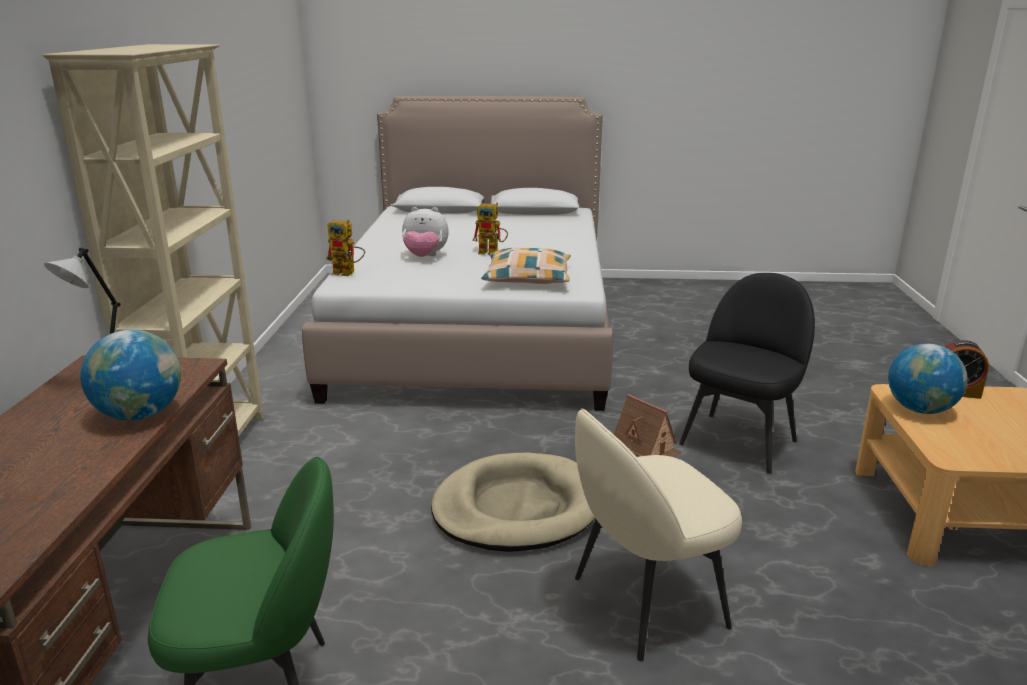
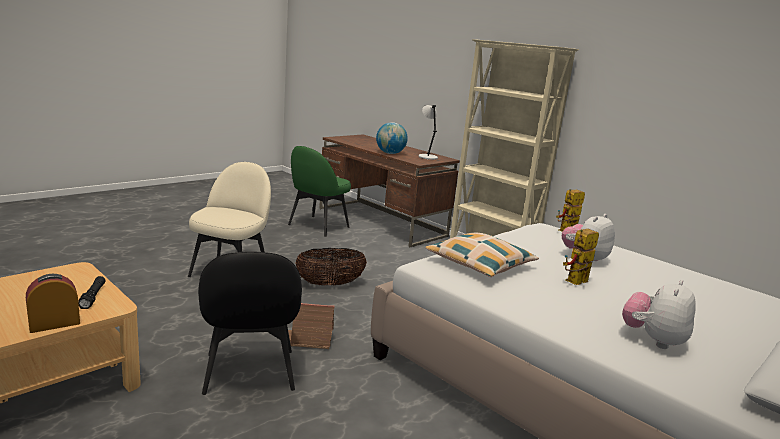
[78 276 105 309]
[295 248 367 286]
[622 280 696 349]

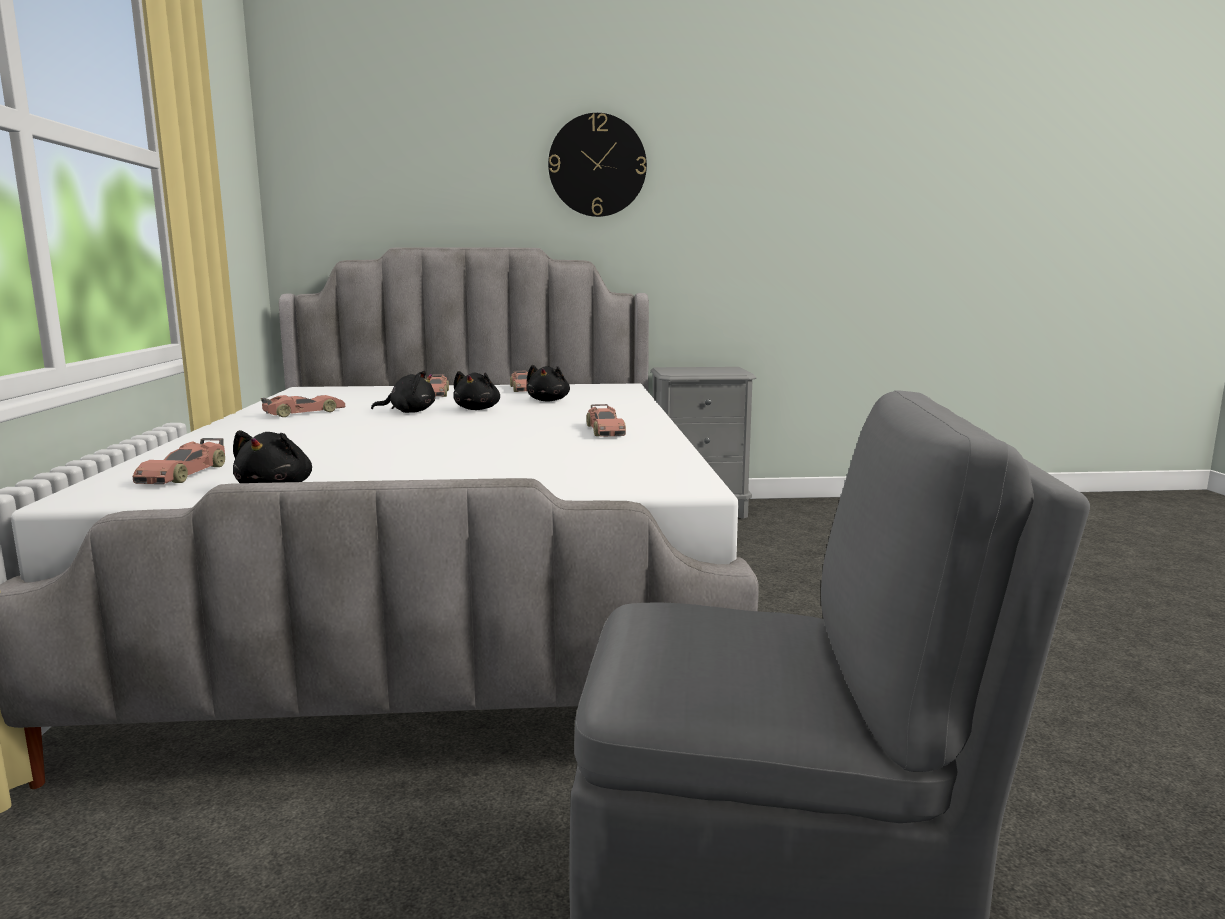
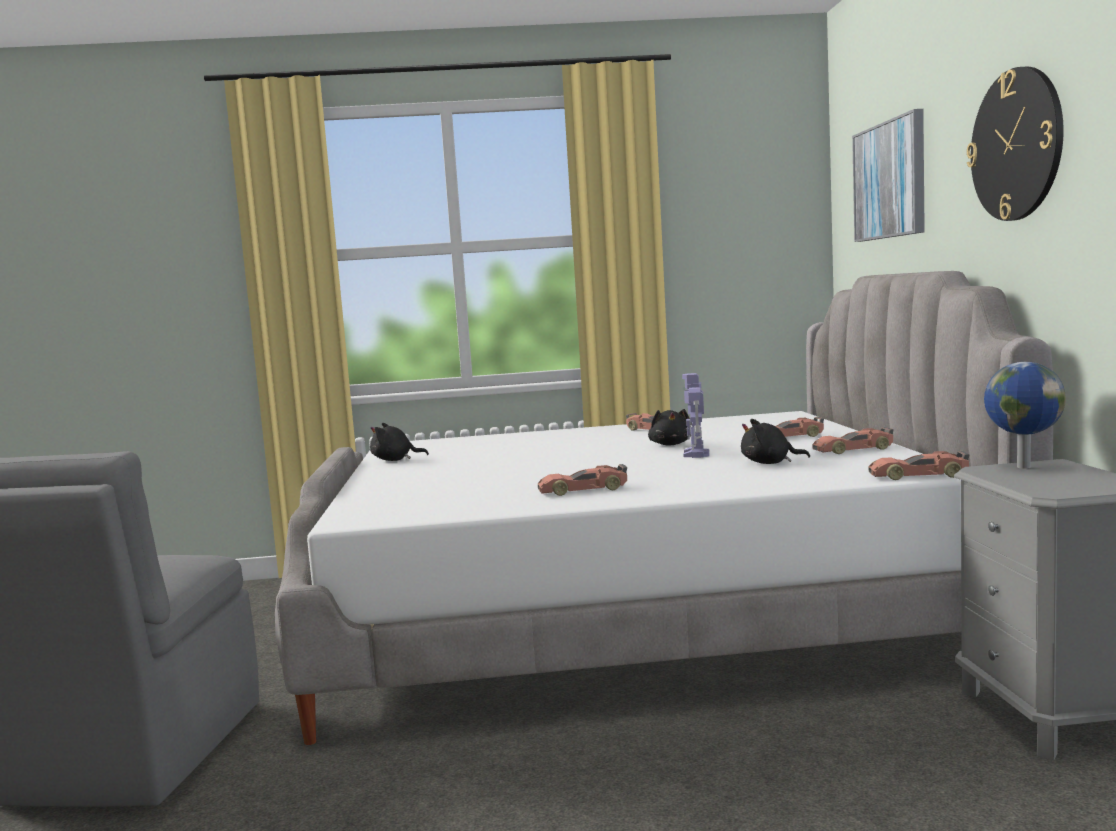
[682 373 709 458]
[869 451 970 480]
[852 109 925 242]
[984 362 1066 469]

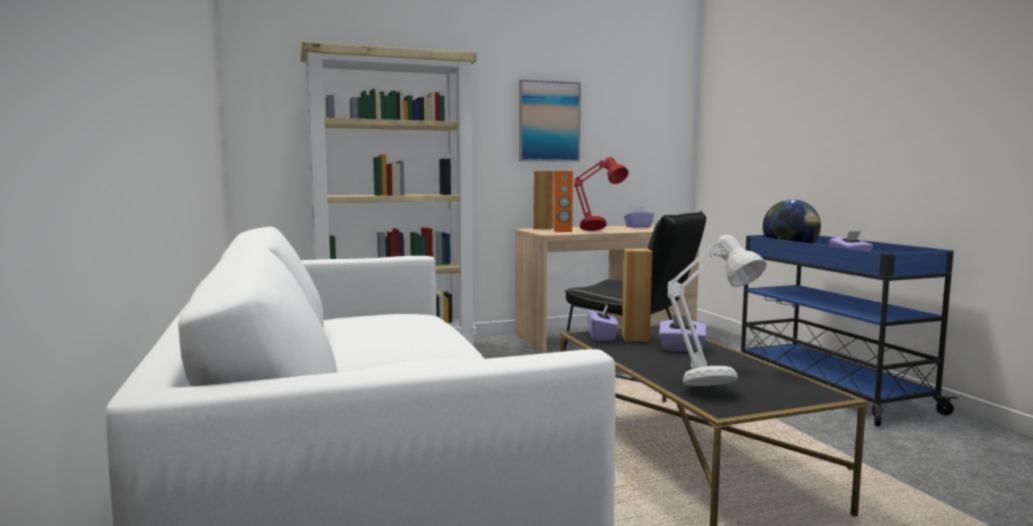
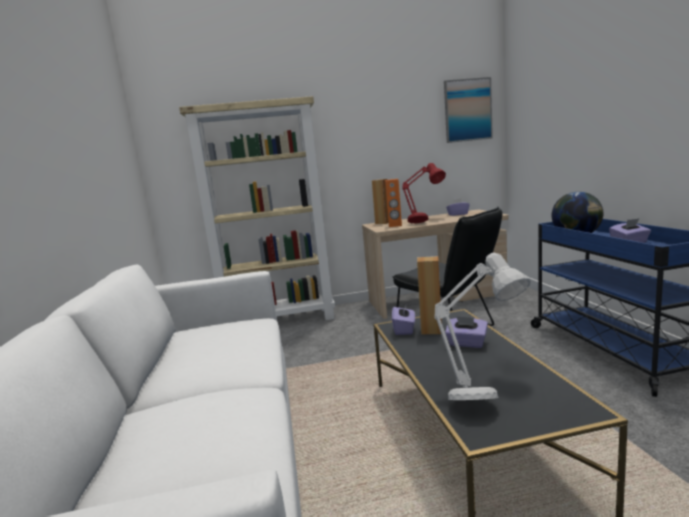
[444 77 493 143]

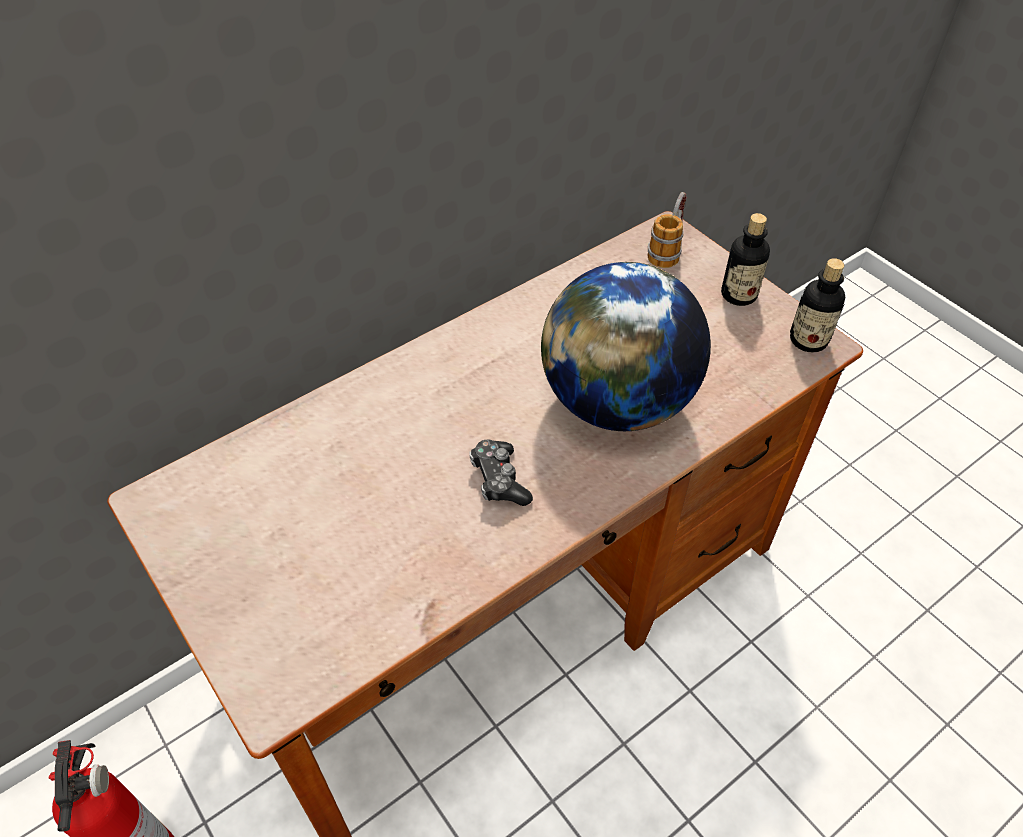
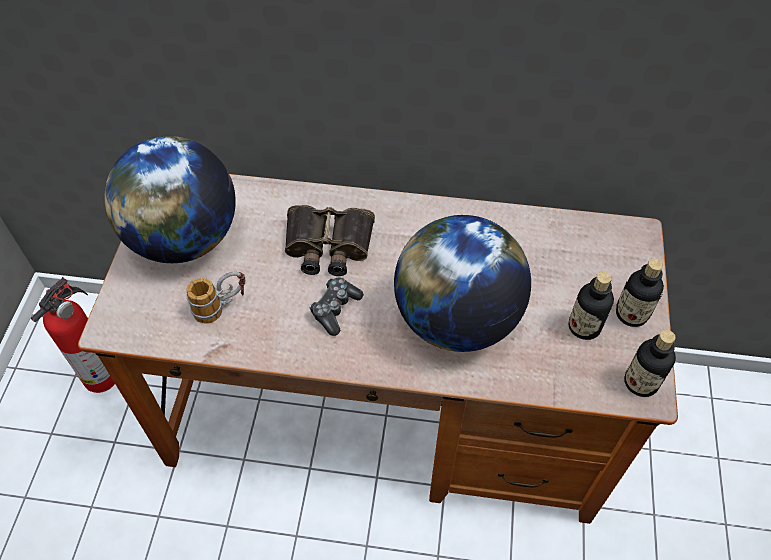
[187 272 246 323]
[104 136 236 263]
[285 205 375 276]
[569 272 614 340]

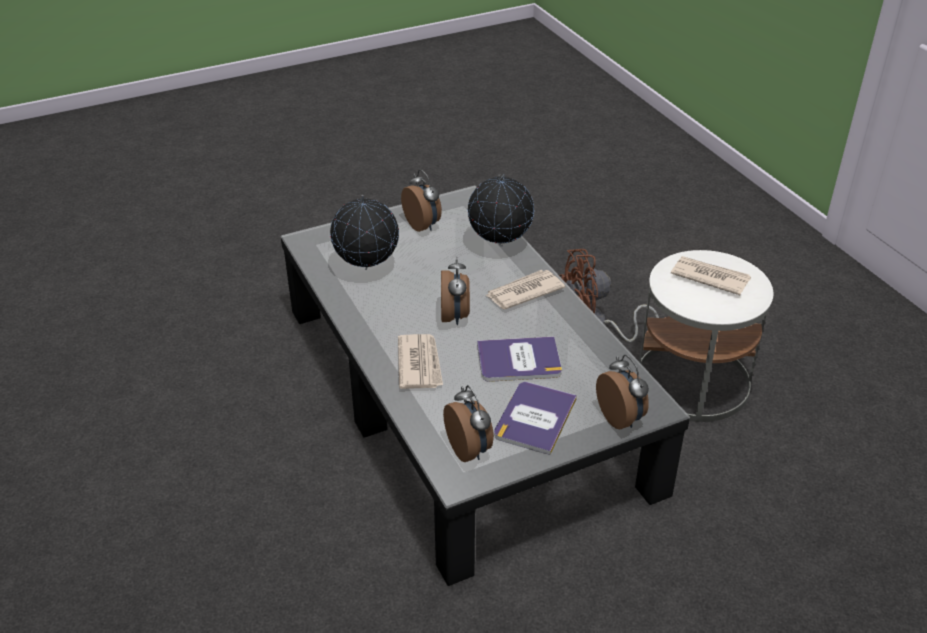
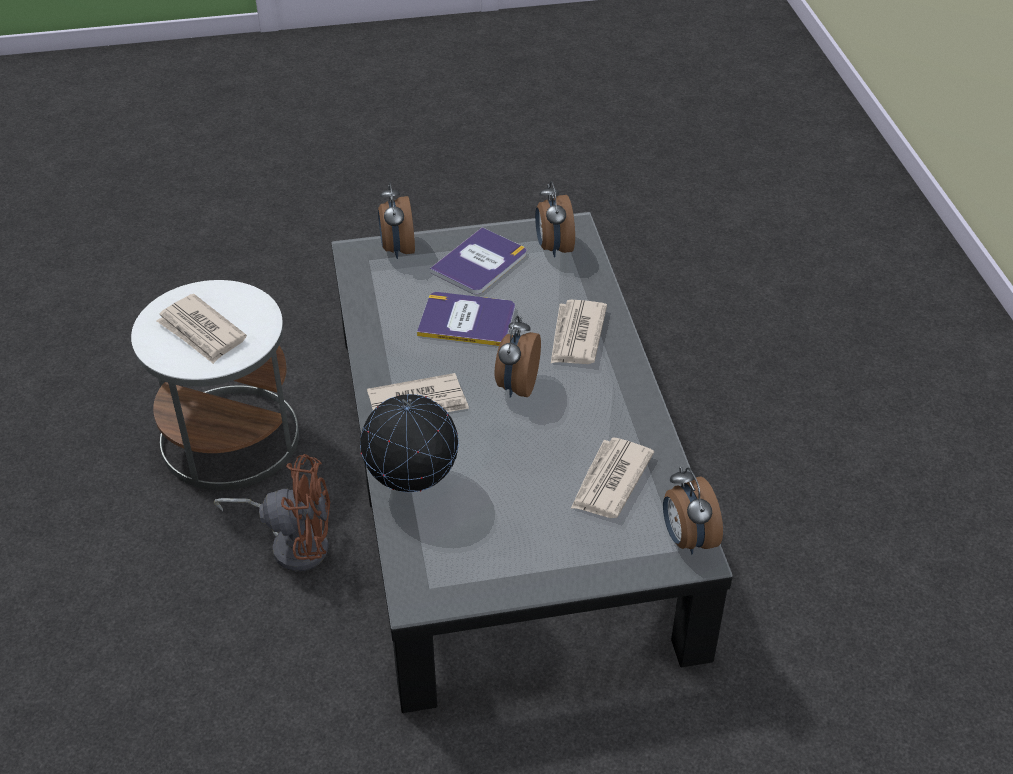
[663 467 723 554]
[571 438 654 518]

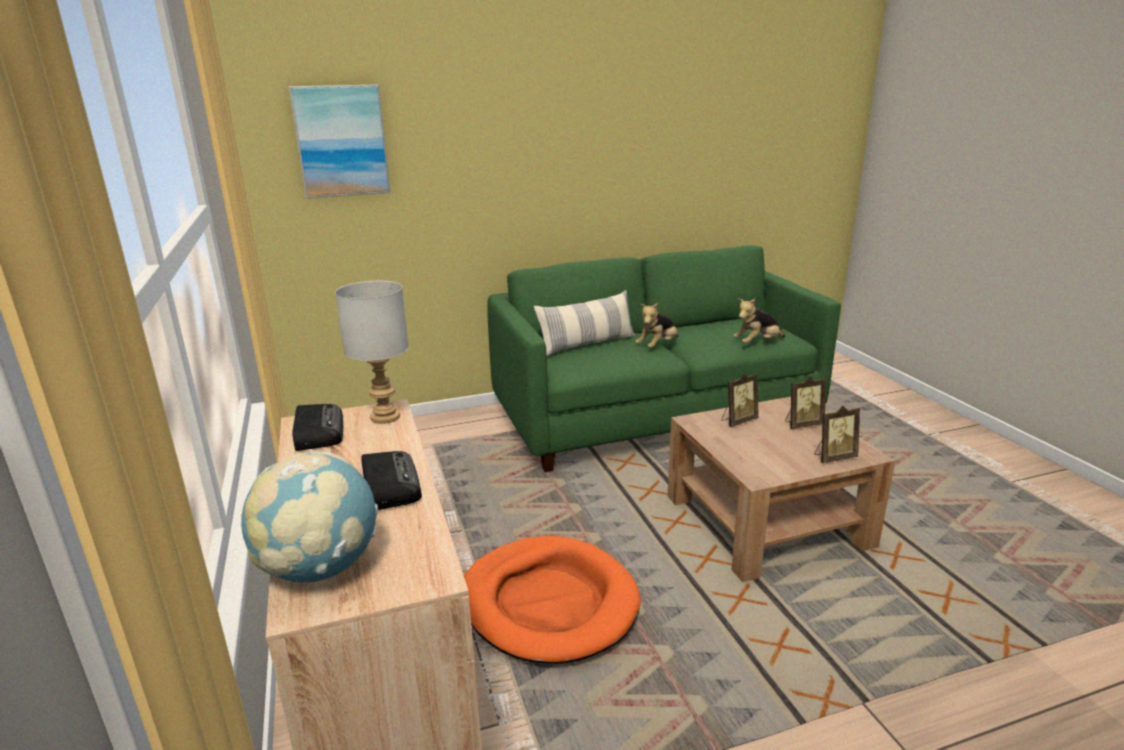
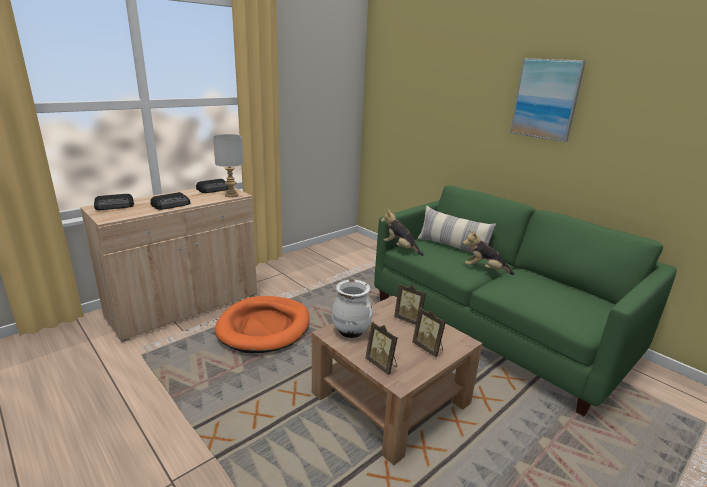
[510 58 586 142]
[381 209 424 256]
[94 194 134 210]
[331 280 373 338]

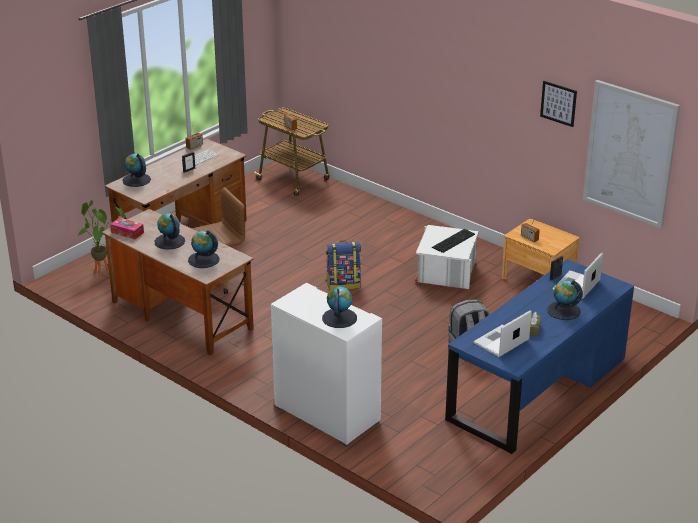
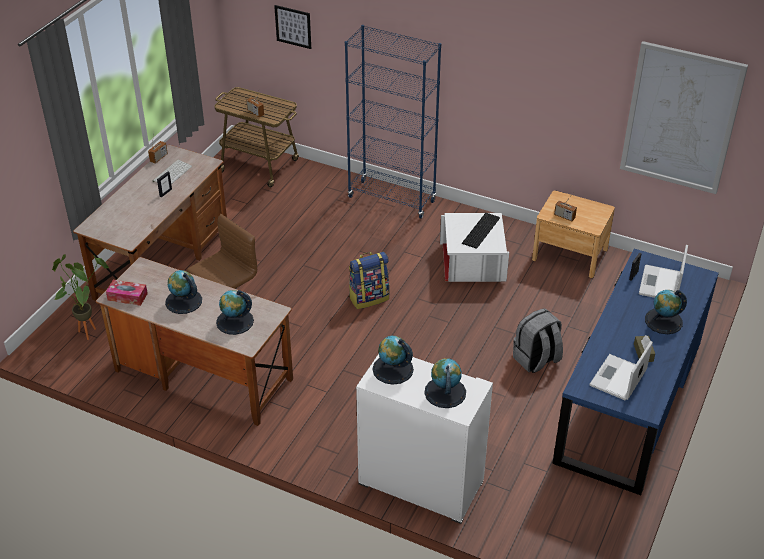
[274 5 311 49]
[372 336 414 385]
[345 25 441 219]

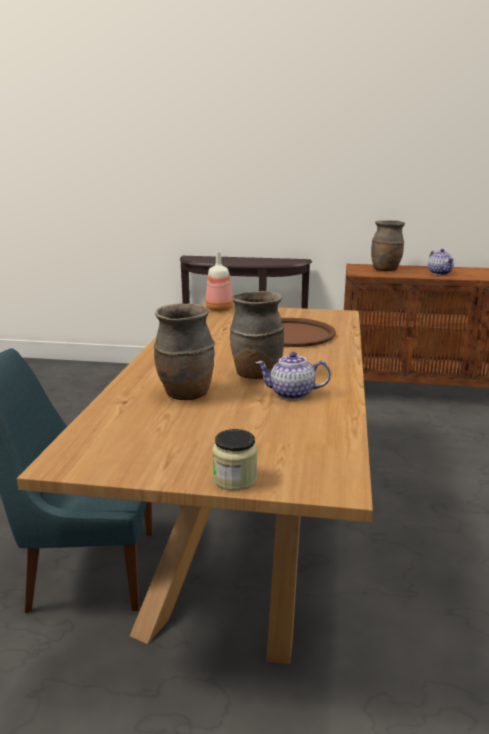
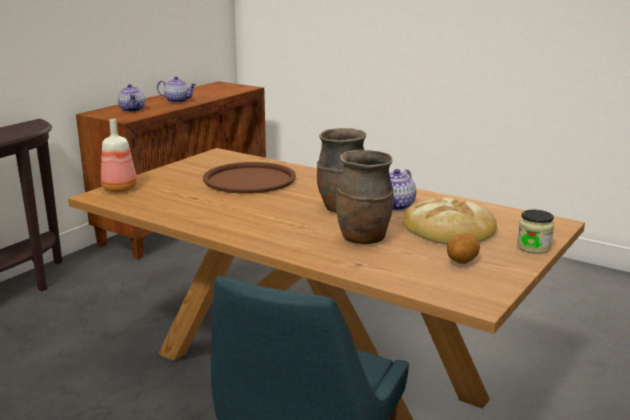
[118 84 145 112]
[402 198 497 244]
[447 234 480 264]

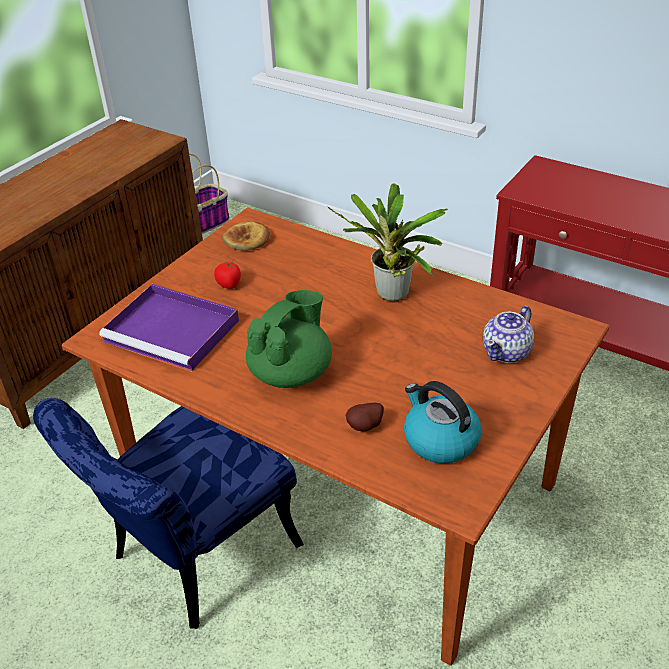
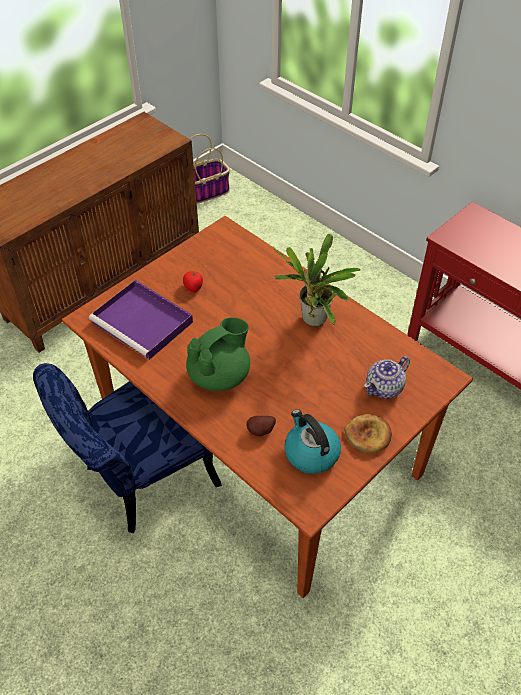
[344 414 392 453]

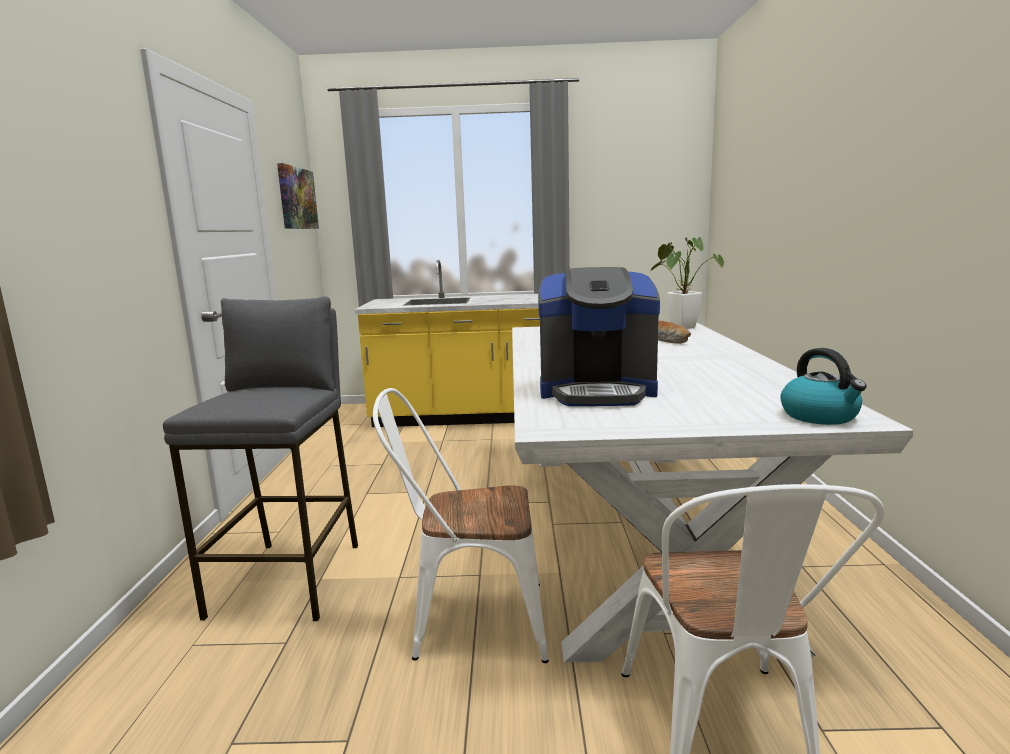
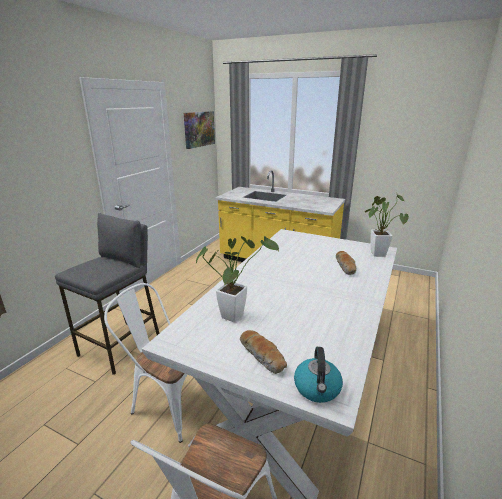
[196 236 279 322]
[240 330 287 374]

